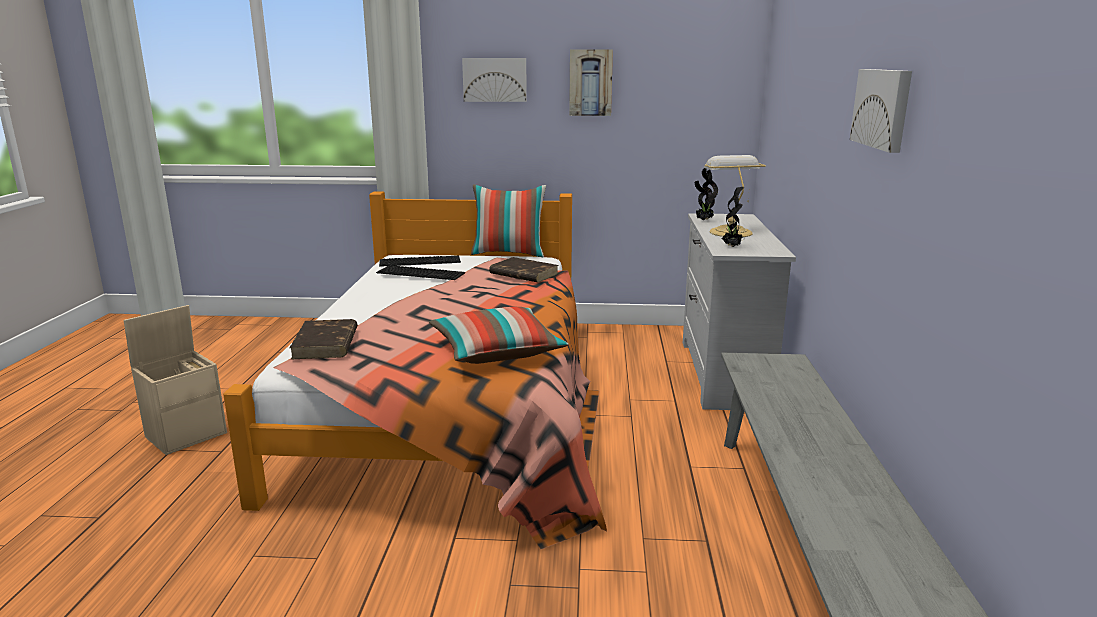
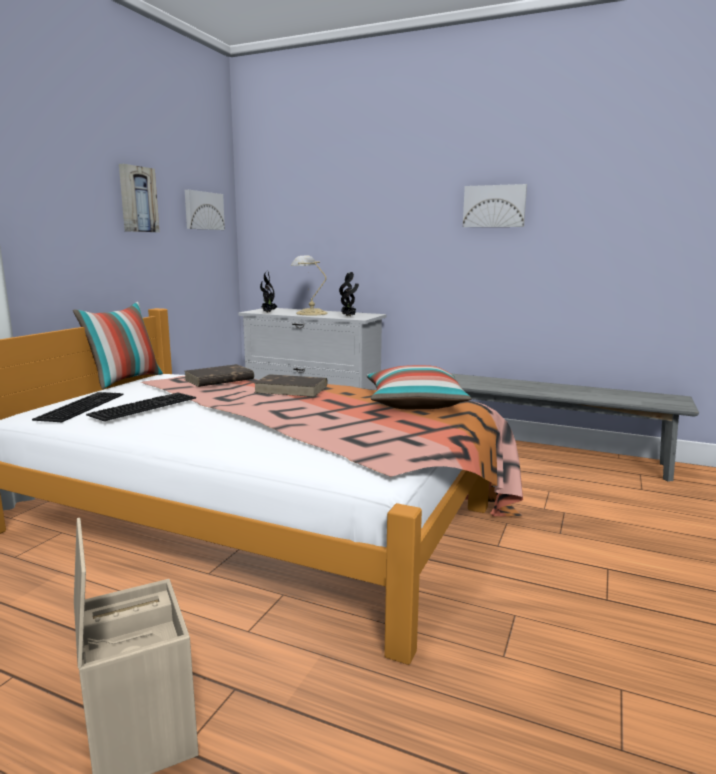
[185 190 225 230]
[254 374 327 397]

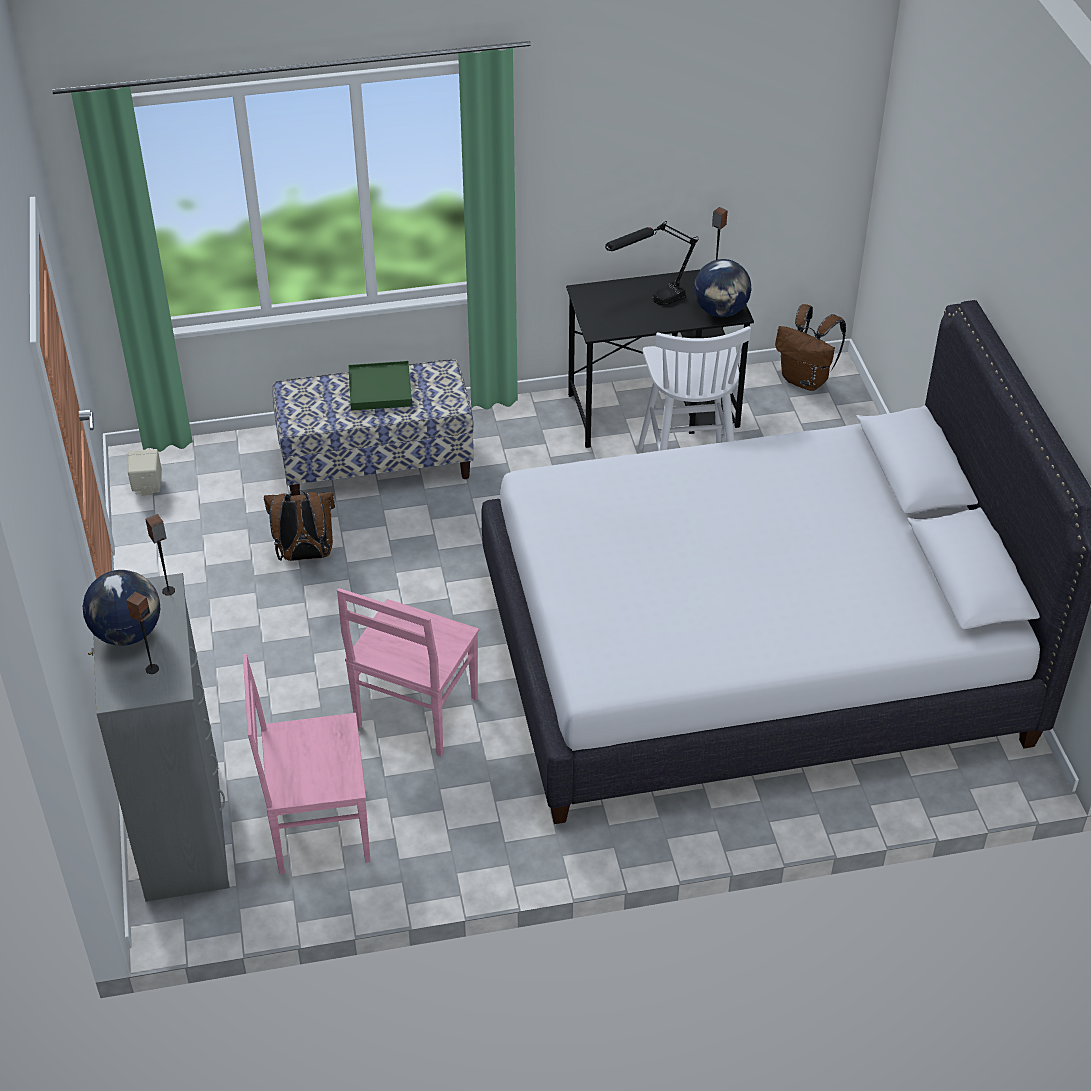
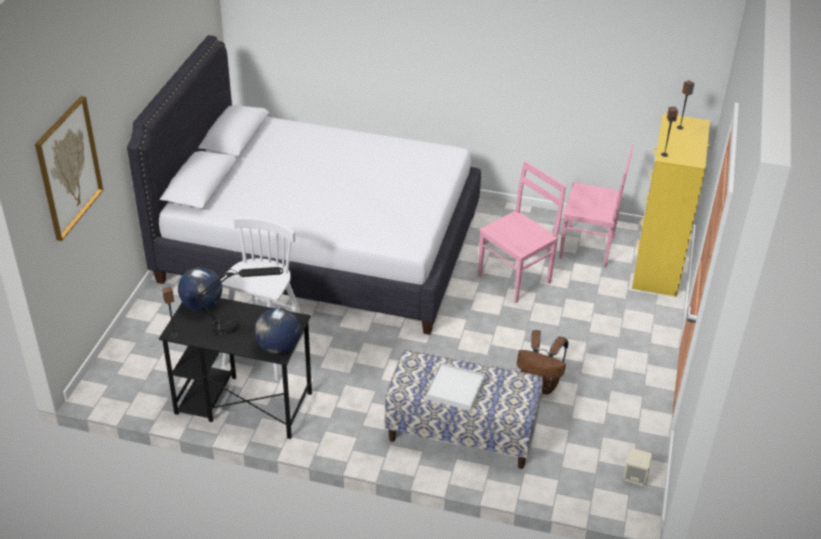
[775 304 846 391] (first image)
[426 363 485 411]
[254 308 301 354]
[632 113 711 297]
[35 96 103 241]

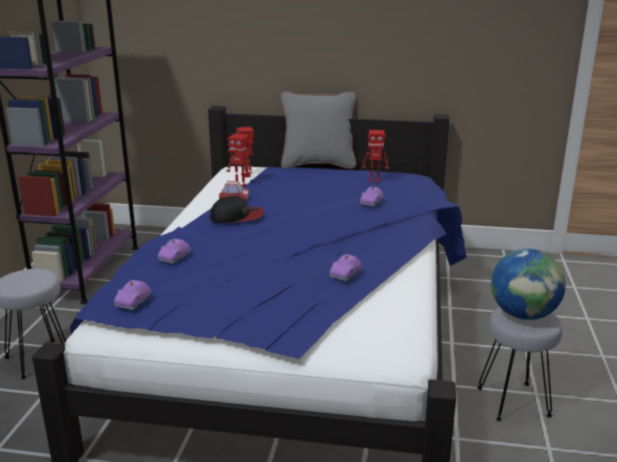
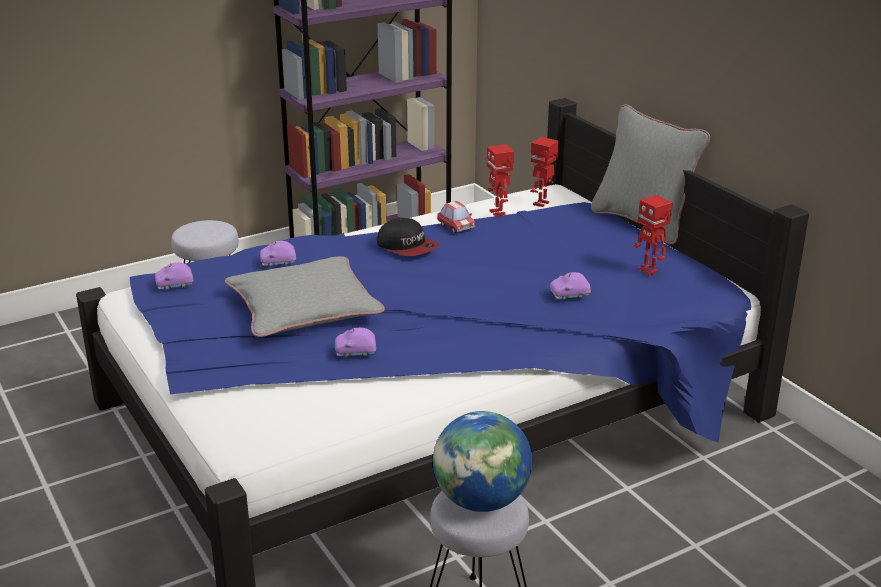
[225 256 385 337]

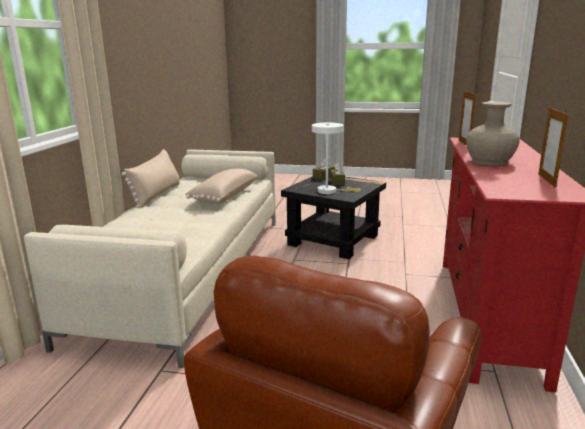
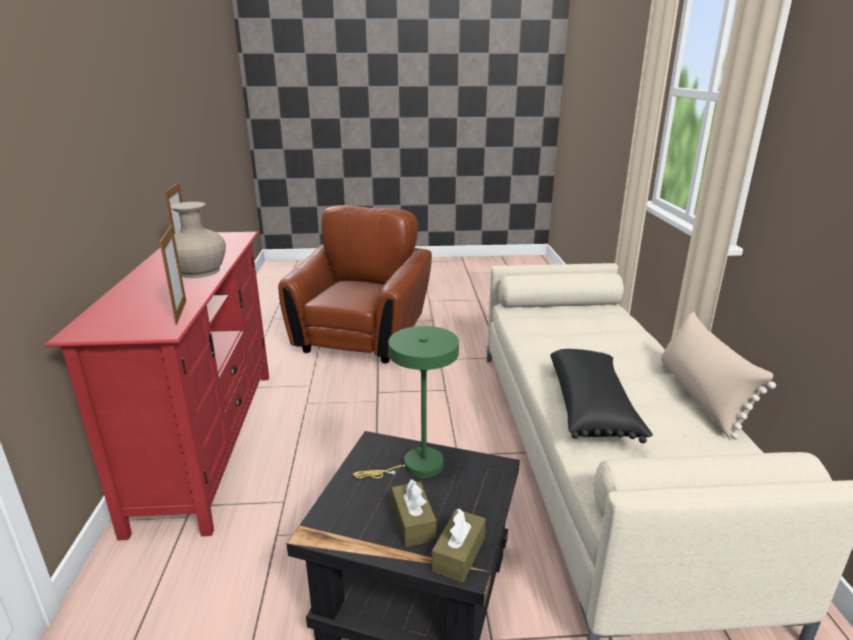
[353 326 459 478]
[550 349 653 443]

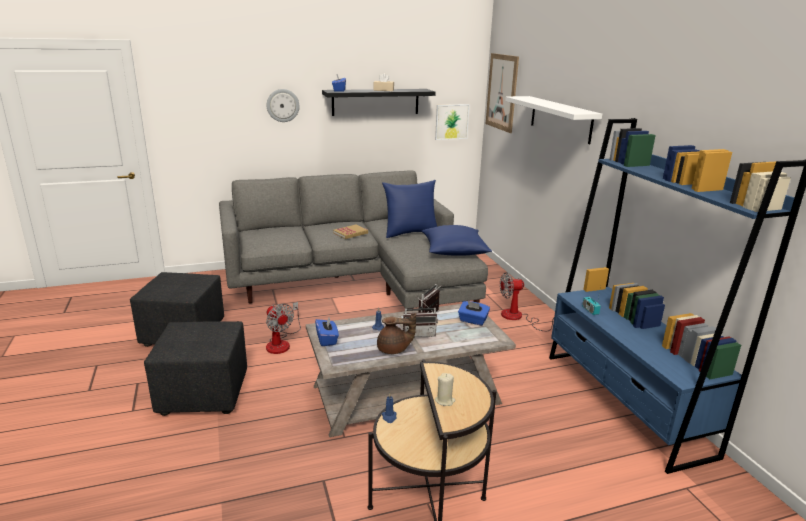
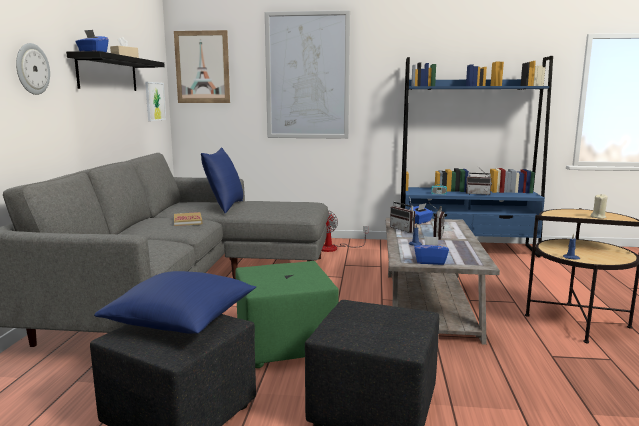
[265 10 350 139]
[94 271 256 334]
[235 261 339 368]
[377 313 416 354] (first image)
[466 166 492 195]

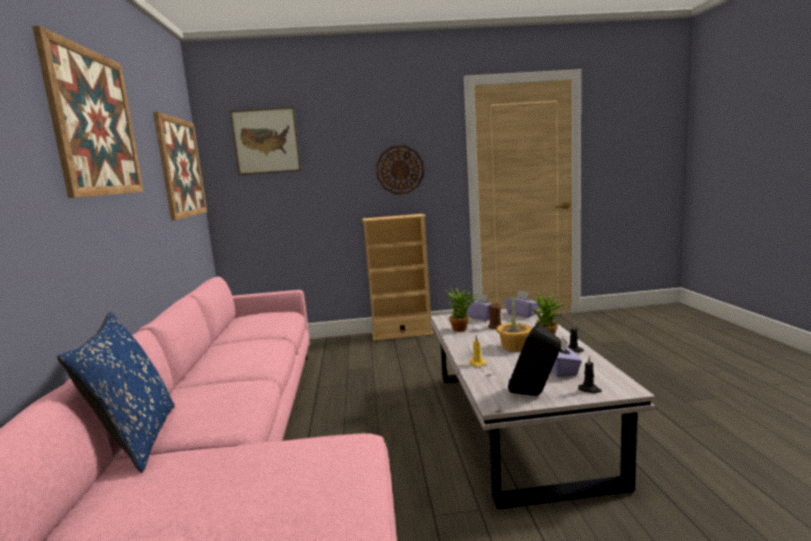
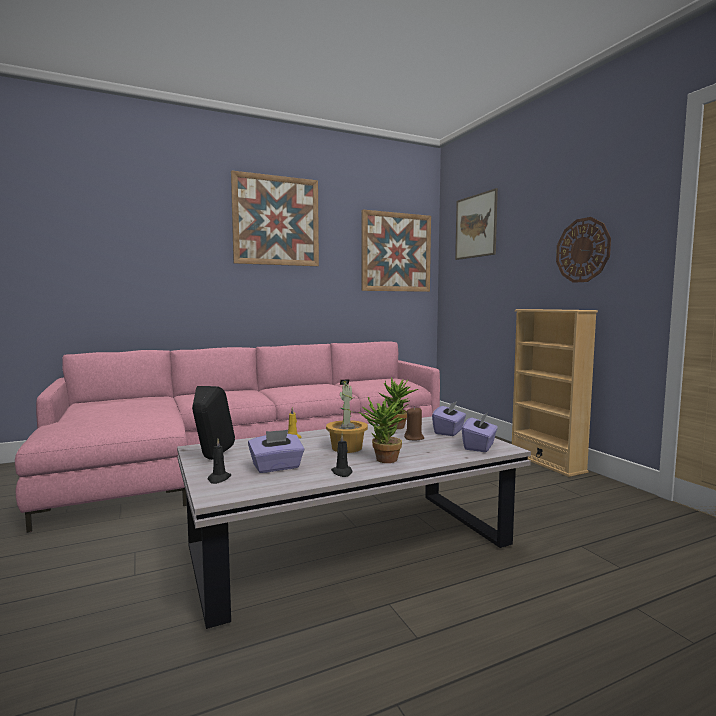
[57 312 175 473] (first image)

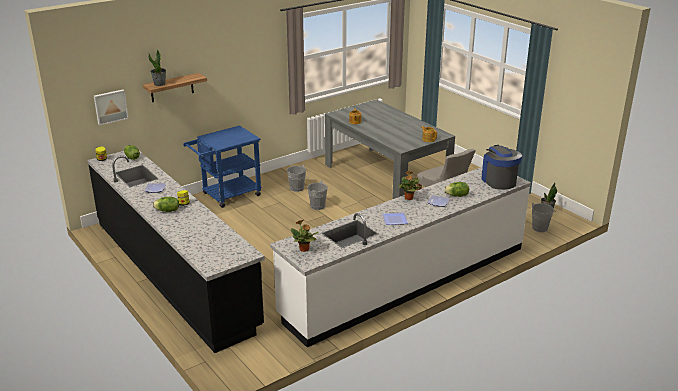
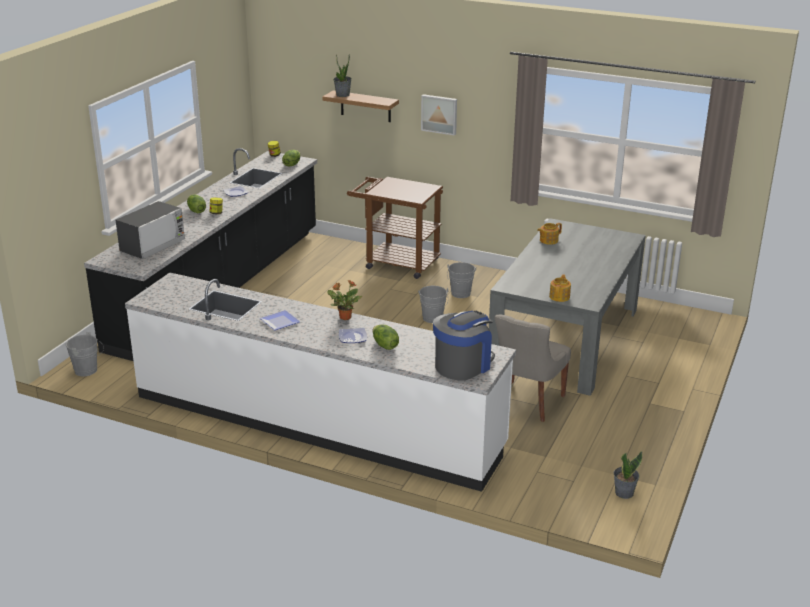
[421 94 457 136]
[347 177 443 279]
[66 332 104 376]
[291 220 318 252] (first image)
[116 201 185 259]

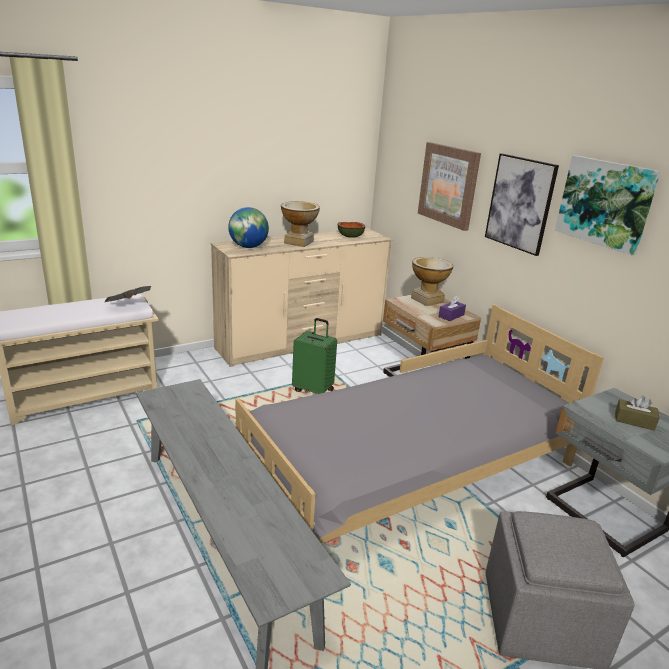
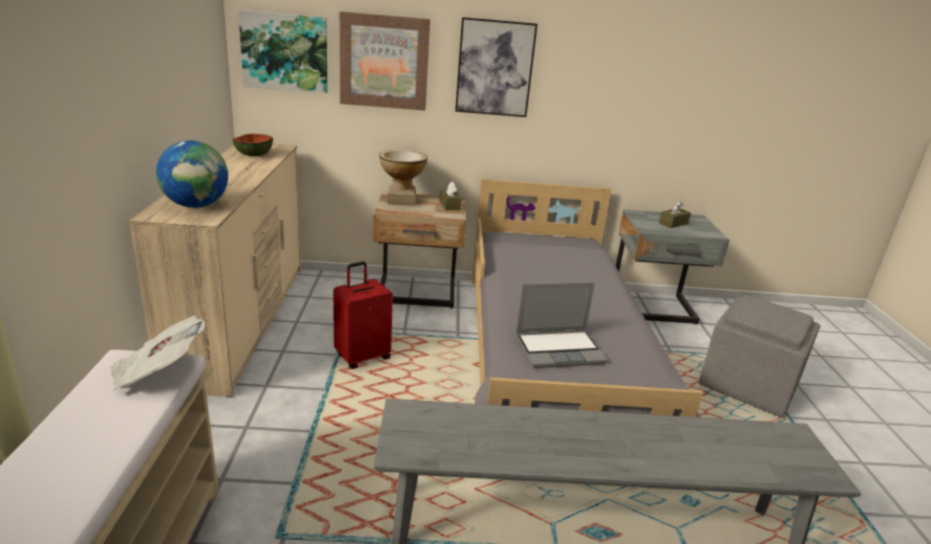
[238 10 328 93]
[281 201 320 247] (first image)
[439 182 461 210]
[333 262 393 369]
[516 282 608 368]

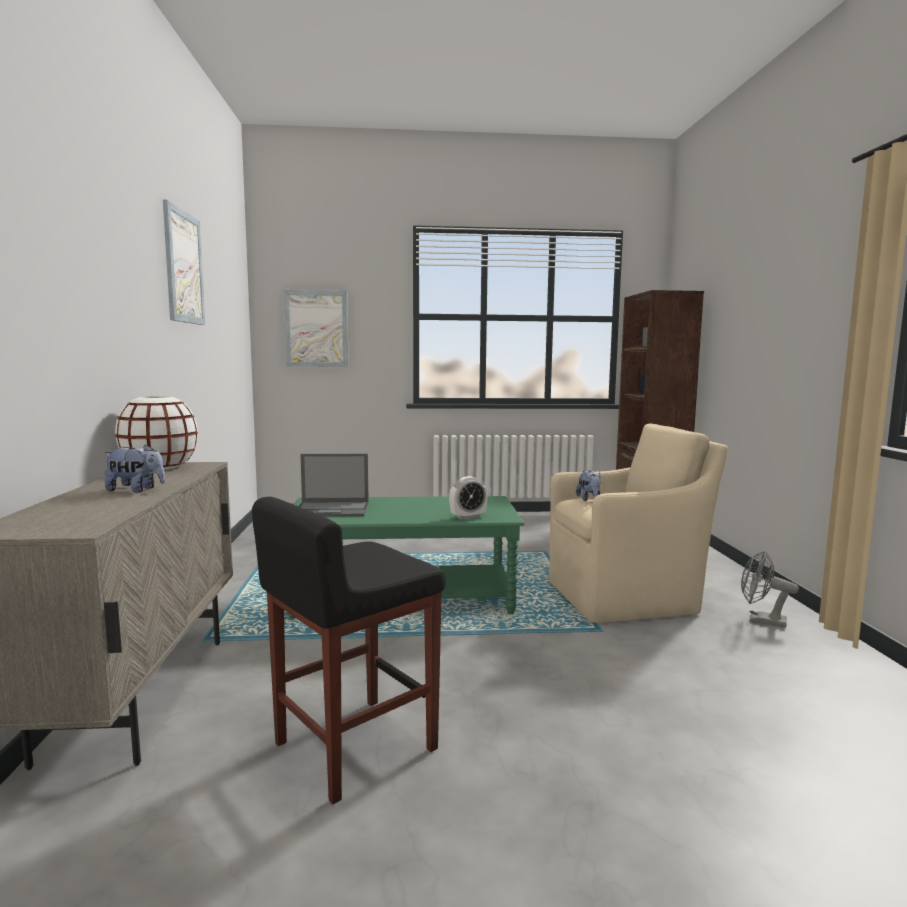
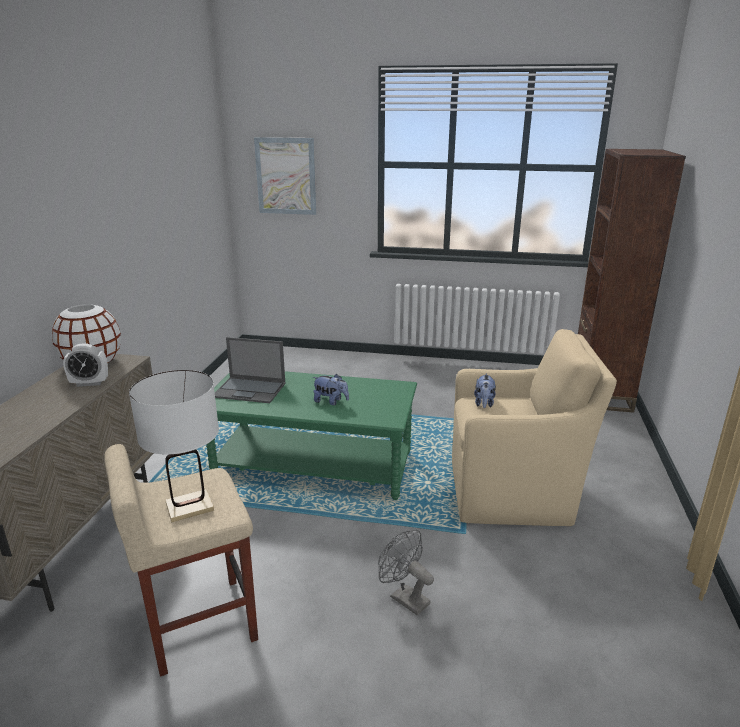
[163 200 205 325] (first image)
[313 374 349 405]
[63 343 108 387]
[104 444 258 677]
[378 529 434 615]
[129 370 219 522]

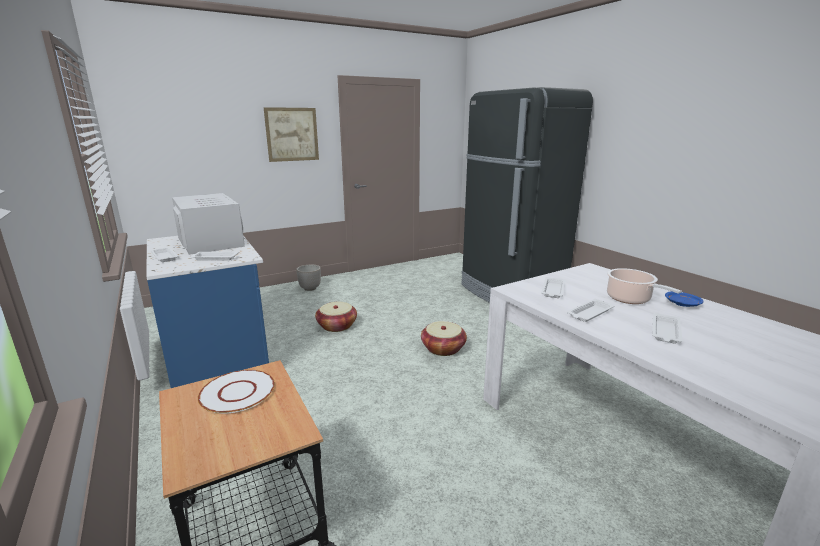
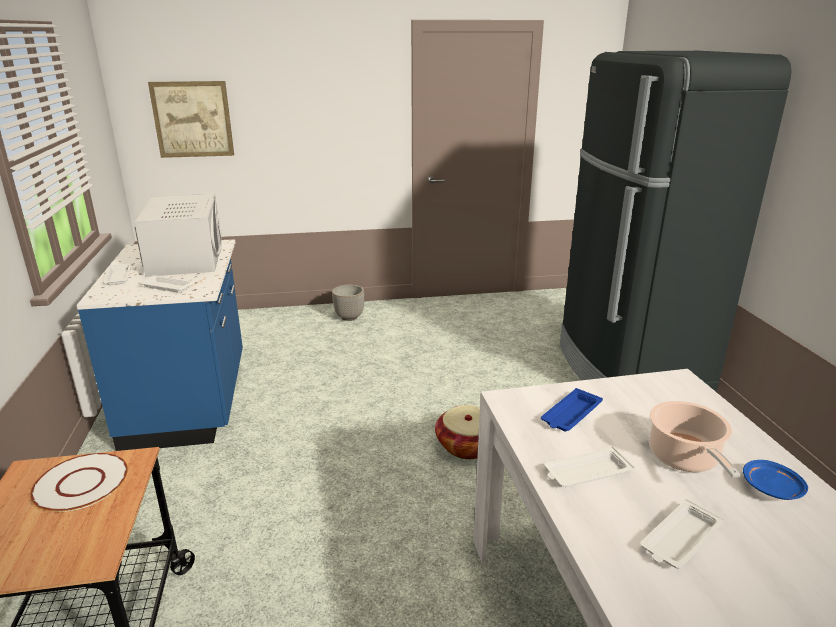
[148 81 234 158]
[541 388 603 431]
[315 302 357 332] (first image)

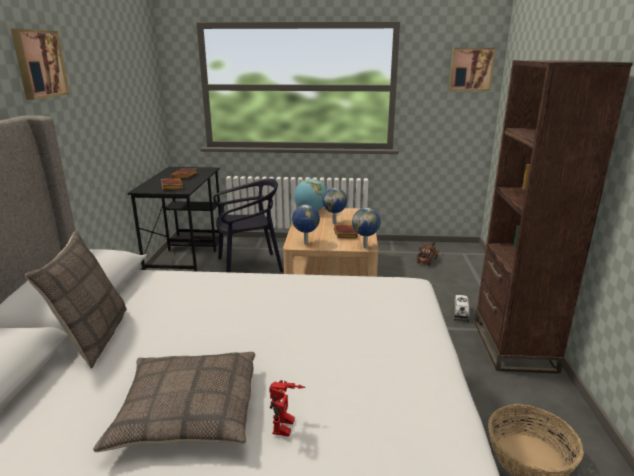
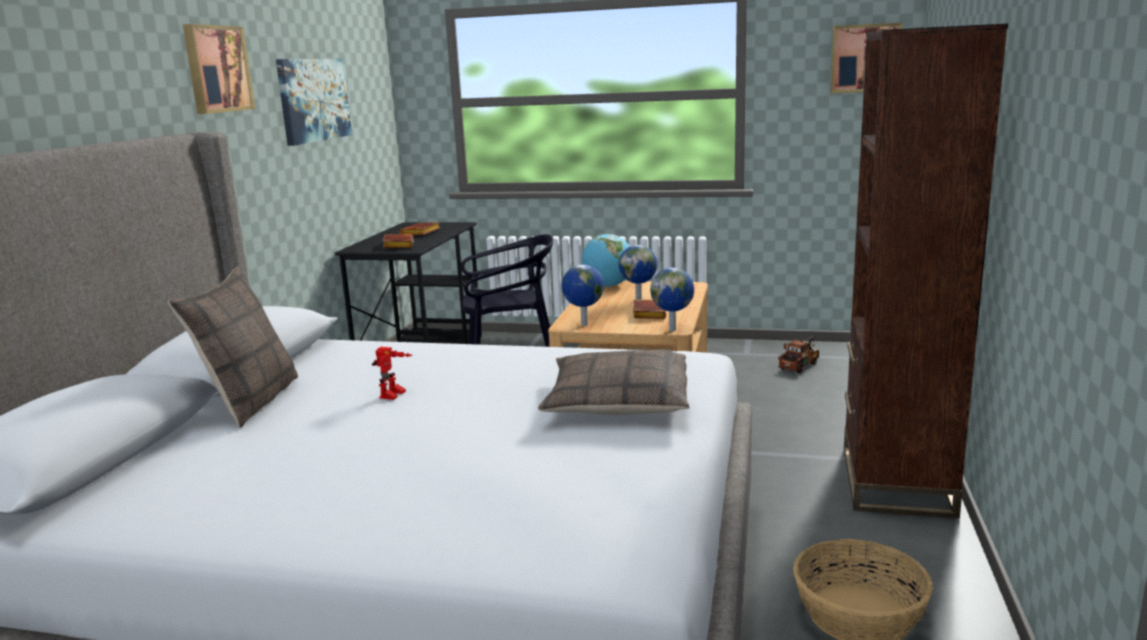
[454 295 470 322] (first image)
[538 349 690 415]
[372 347 412 400]
[276 59 352 146]

